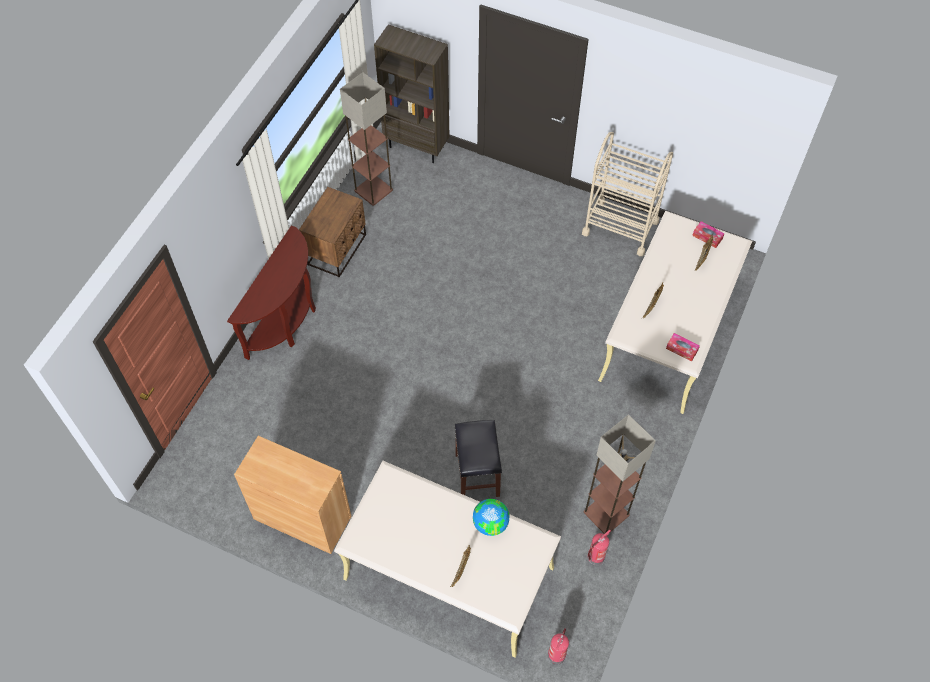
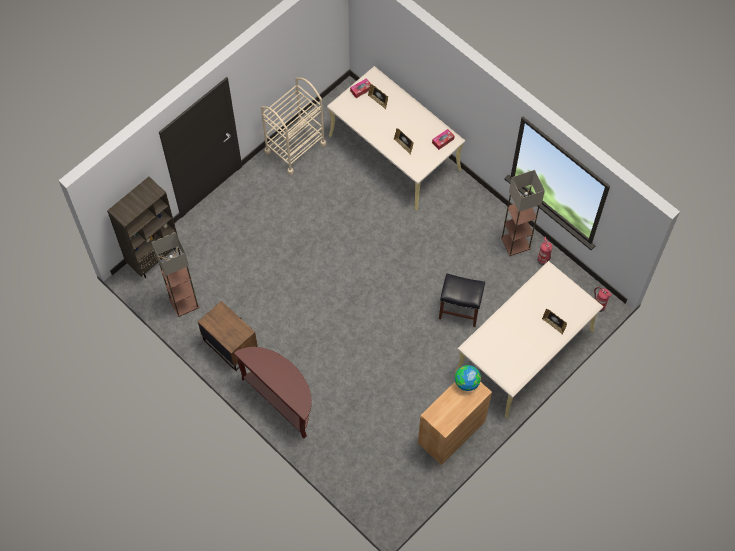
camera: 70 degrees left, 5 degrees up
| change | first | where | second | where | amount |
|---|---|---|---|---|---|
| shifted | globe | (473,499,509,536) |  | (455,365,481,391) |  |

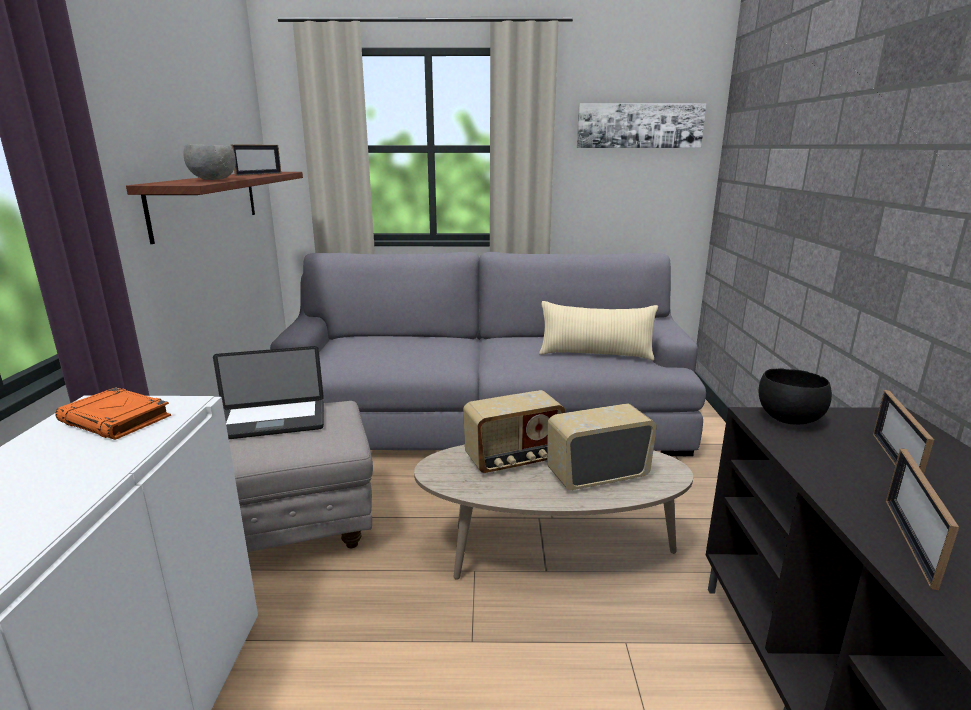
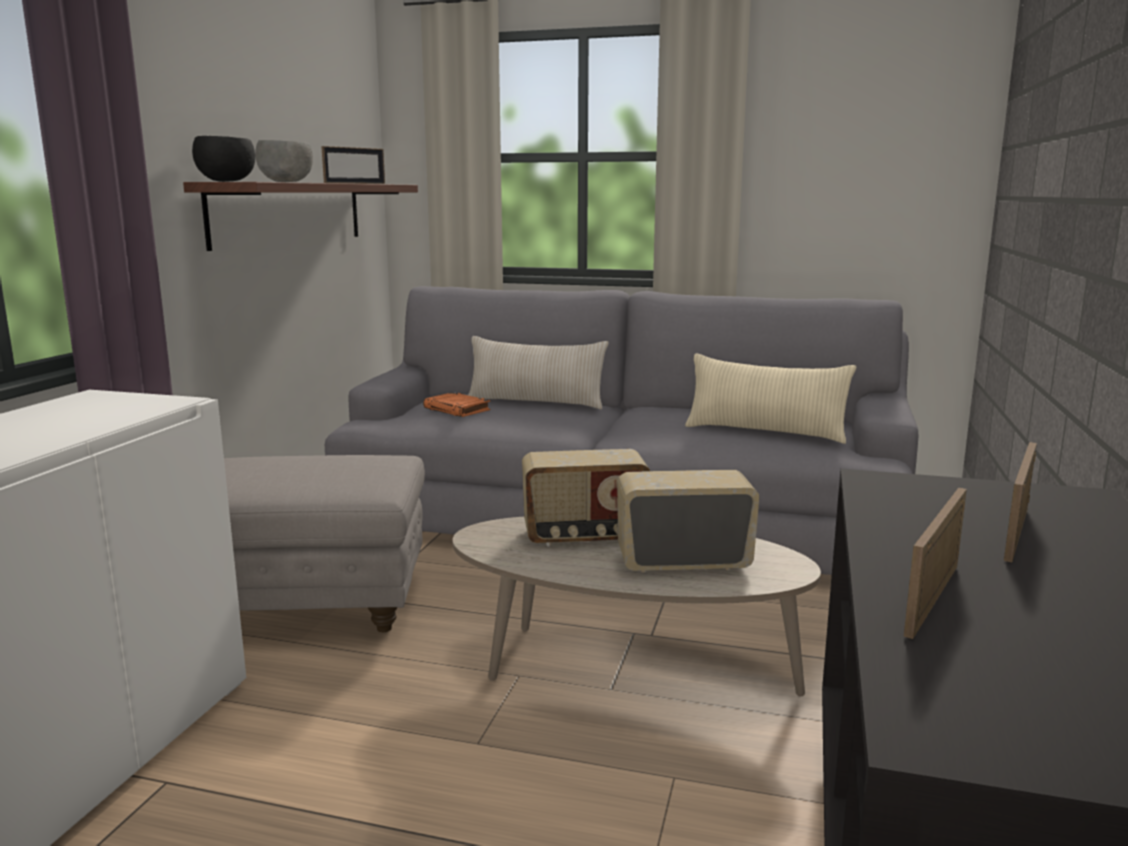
camera: 15 degrees right, 5 degrees down
| change | first | where | second | where | amount |
|---|---|---|---|---|---|
| shifted | bol (noir) | (759,368,832,424) |  | (192,136,255,182) |  |
| shifted | livre (orange) | (55,387,171,440) |  | (423,392,490,417) |  |
| new |  |  | coussin (beige) | (468,336,609,409) |  |
| gone | ordinateur portable | (213,346,324,439) |  |  |  |
| gone | tableau | (577,103,706,148) |  |  |  |

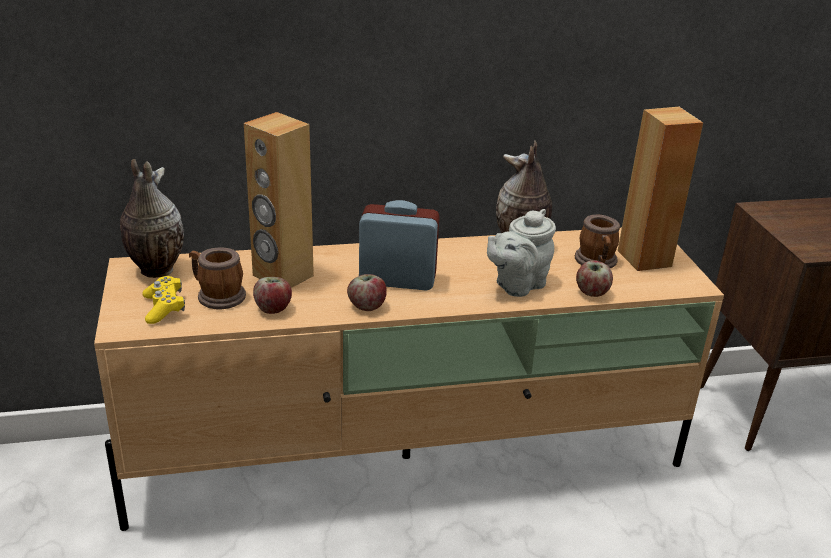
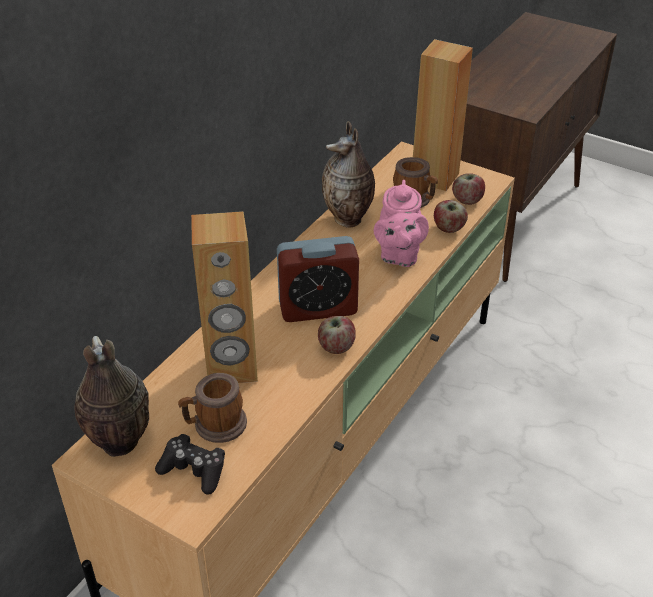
camera: 45 degrees left, 10 degrees up
| change | first | where | second | where | amount |
|---|---|---|---|---|---|
| repainted | manette (jaune) | (142,276,185,324) | manette (noir) | (155,434,225,495) |  |
| rotated | réveil | (359,200,440,291) |  | (277,236,359,322) | 150 degrees counterclockwise |
| repainted | théière (gris) | (487,209,556,297) | théière (rose) | (374,180,429,267) |  |
| shifted | pomme | (253,277,292,314) |  | (452,173,485,205) |  |

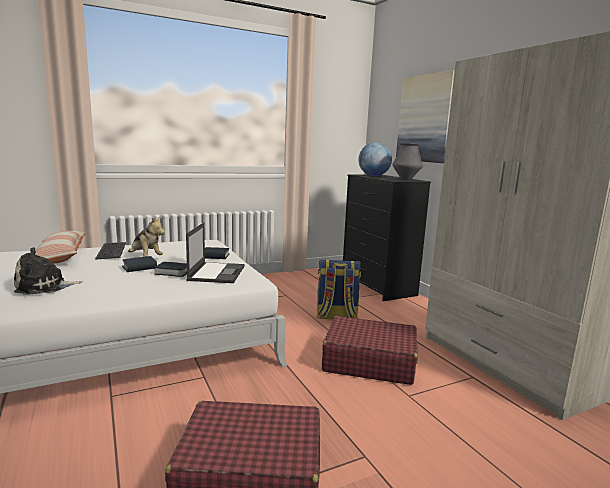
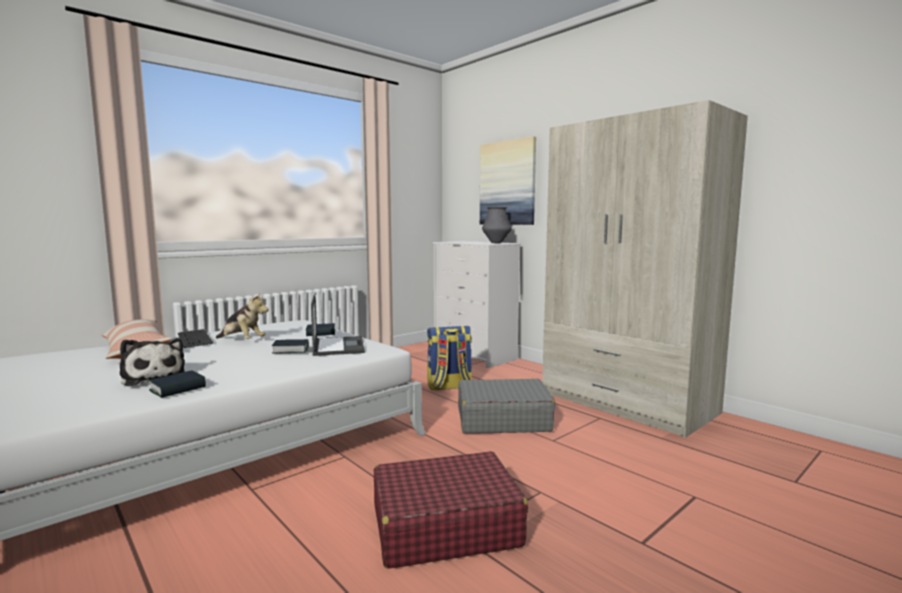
camera: 15 degrees left, 5 degrees down
| change | first | where | second | where | amount |
|---|---|---|---|---|---|
| rotated | peluche | (14,247,83,295) |  | (120,338,185,386) | 90 degrees counterclockwise |
| shifted | livre | (122,256,157,272) |  | (149,370,206,398) |  |
| repainted | commode (noir) | (343,174,431,301) | commode (blanc) | (433,241,521,368) |  |
| repainted | valise (rouge) | (322,316,418,385) | valise (gris) | (458,379,555,434) |  |
| gone | globe | (358,142,392,176) |  |  |  |

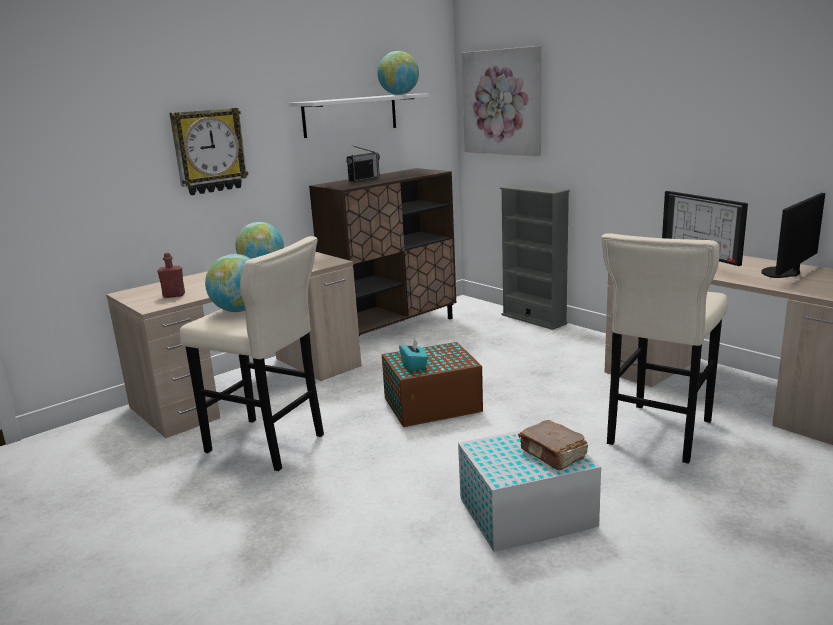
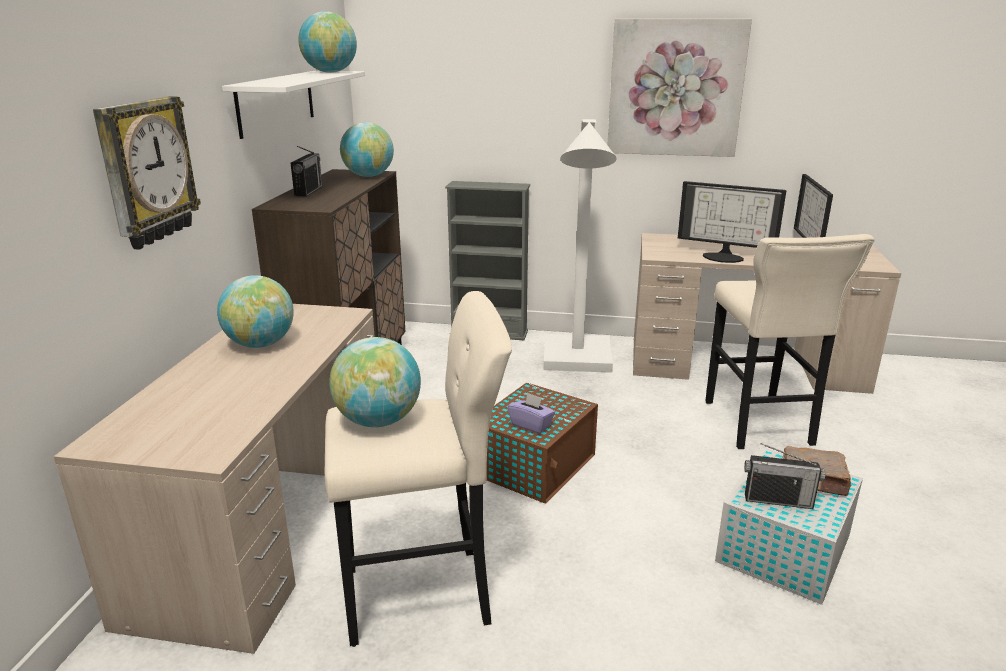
camera: 40 degrees left, 5 degrees up
| change | first | where | second | where | amount |
|---|---|---|---|---|---|
| new |  |  | globe | (340,122,394,177) |  |
| repainted | boîte à mouchoirs (turquoise) | (399,339,428,371) | boîte à mouchoirs (violet) | (508,393,555,434) |  |
| new |  |  | lampadaire (blanc) | (543,119,617,373) |  |
| shifted | tableau | (462,46,541,156) |  | (607,19,752,157) |  |
| new |  |  | radio | (744,443,825,509) |  |
| gone | bouteille (rouge) | (157,253,185,298) |  |  |  |

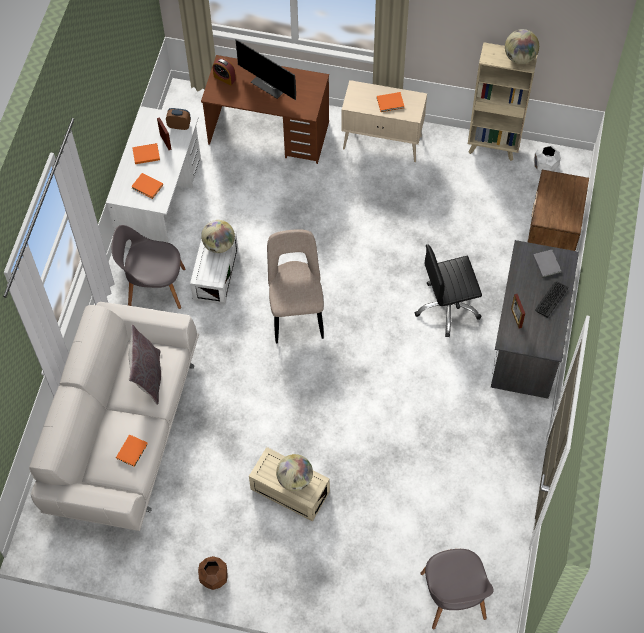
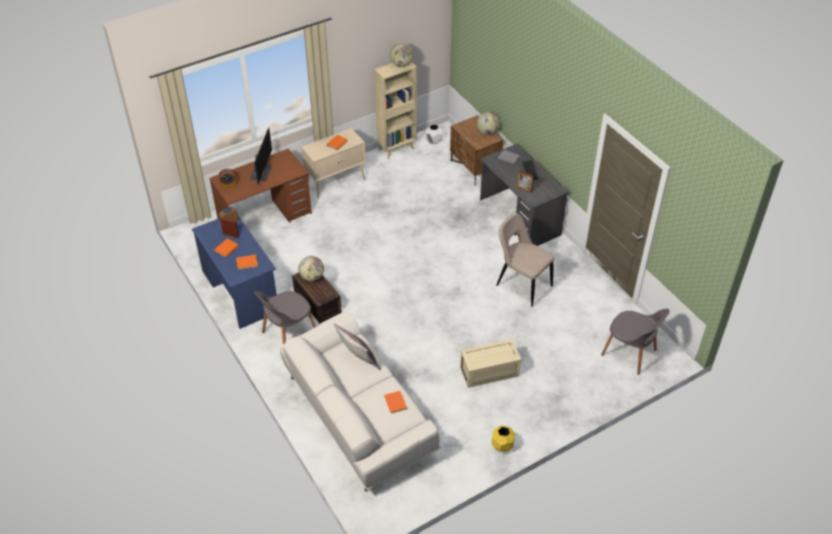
camera: 45 degrees left, 15 degrees down
| change | first | where | second | where | amount |
|---|---|---|---|---|---|
| repainted | bureau (blanc) | (106,106,201,248) | bureau (bleu) | (192,216,277,329) |  |
| rotated | écran d'ordinateur | (236,39,296,100) |  | (250,127,272,185) | 75 degrees counterclockwise |
| repainted | boîte de rangement (blanc) | (190,232,238,304) | boîte de rangement (marron) | (292,272,342,323) |  |
| shifted | globe | (276,454,313,491) |  | (477,112,500,135) |  |
| repainted | cache-pot (marron) | (198,556,228,590) | cache-pot (jaune) | (492,426,515,452) |  |
| shifted | chaise (beige) | (267,229,324,344) |  | (496,213,554,307) |  |
| gone | chaise de bureau (noir) | (415,244,482,337) |  |  |  |

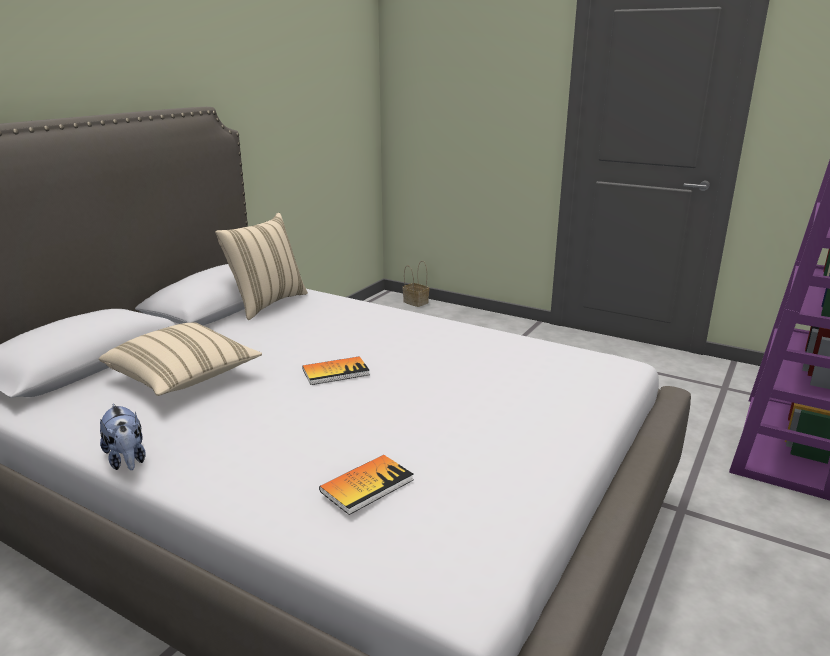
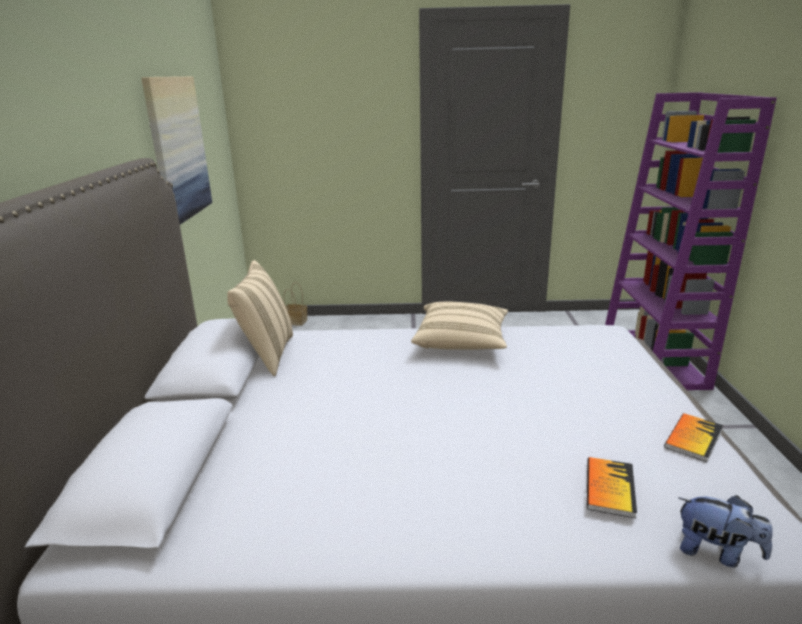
camera: 30 degrees left, 0 degrees up
| change | first | where | second | where | amount |
|---|---|---|---|---|---|
| new |  |  | tableau | (141,76,212,225) |  |
| shifted | coussin (beige) | (99,323,262,396) |  | (411,302,508,350) |  |
| shifted | livre | (302,356,370,385) |  | (664,413,723,462) |  |
| shifted | peluche | (100,403,146,470) |  | (679,495,773,567) |  |

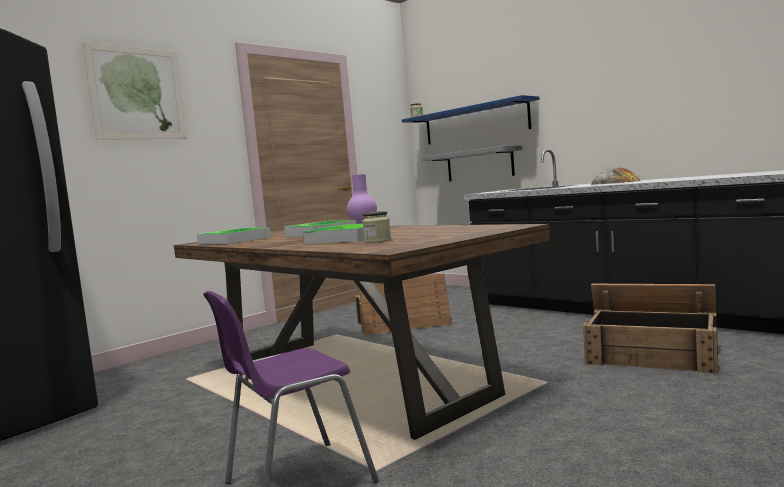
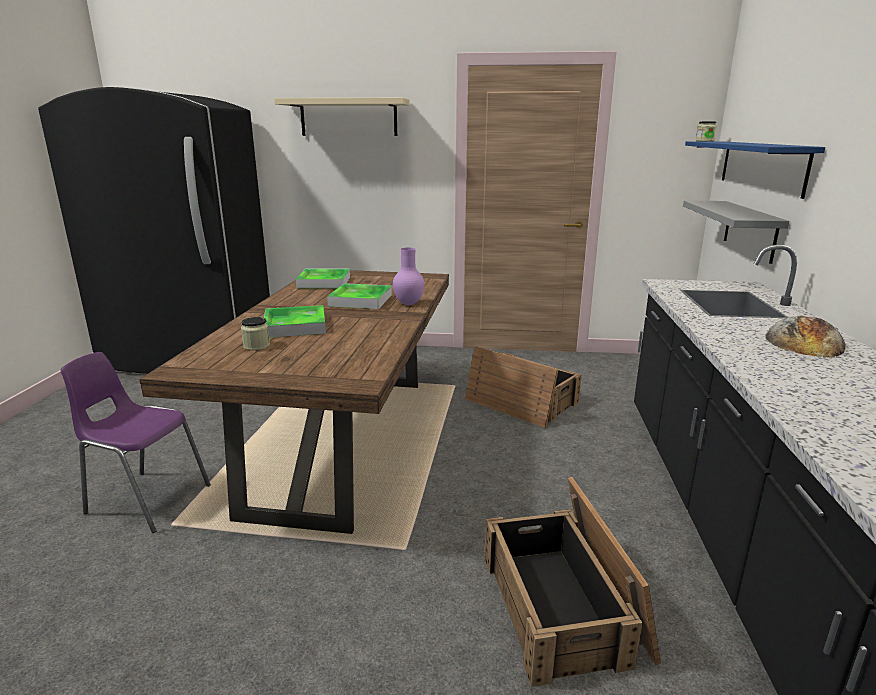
camera: 50 degrees right, 15 degrees up
| change | first | where | second | where | amount |
|---|---|---|---|---|---|
| swapped | tableau | (82,42,187,140) | étagère (beige) | (274,98,409,136) |  |

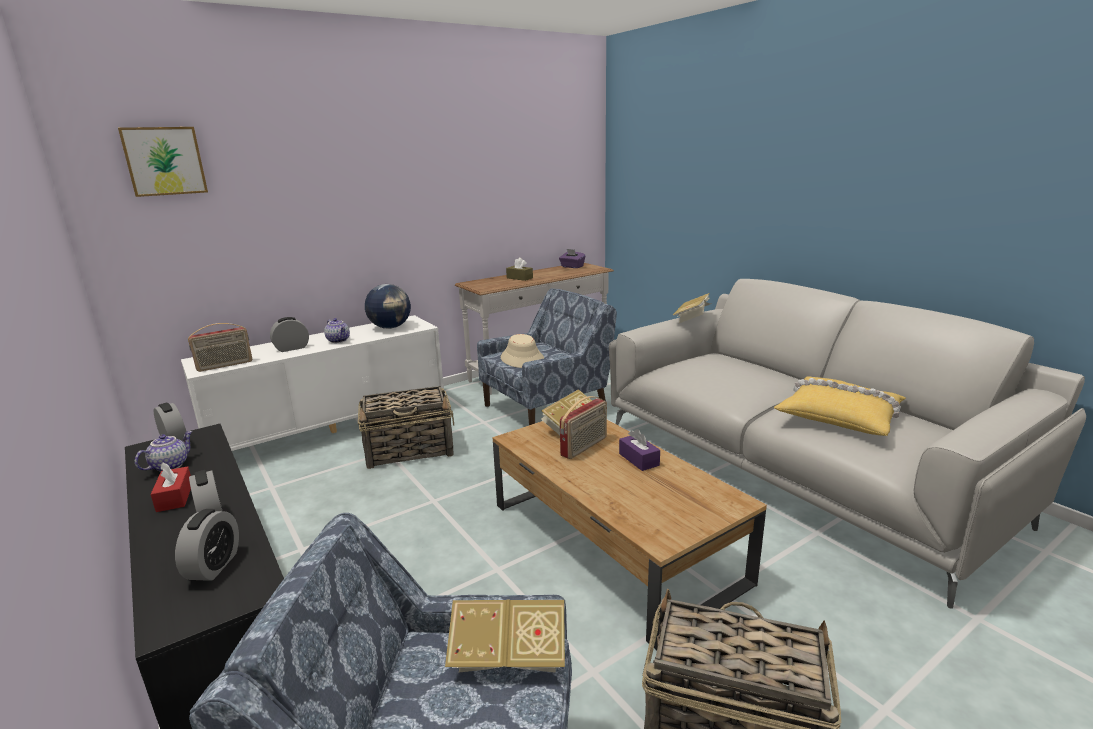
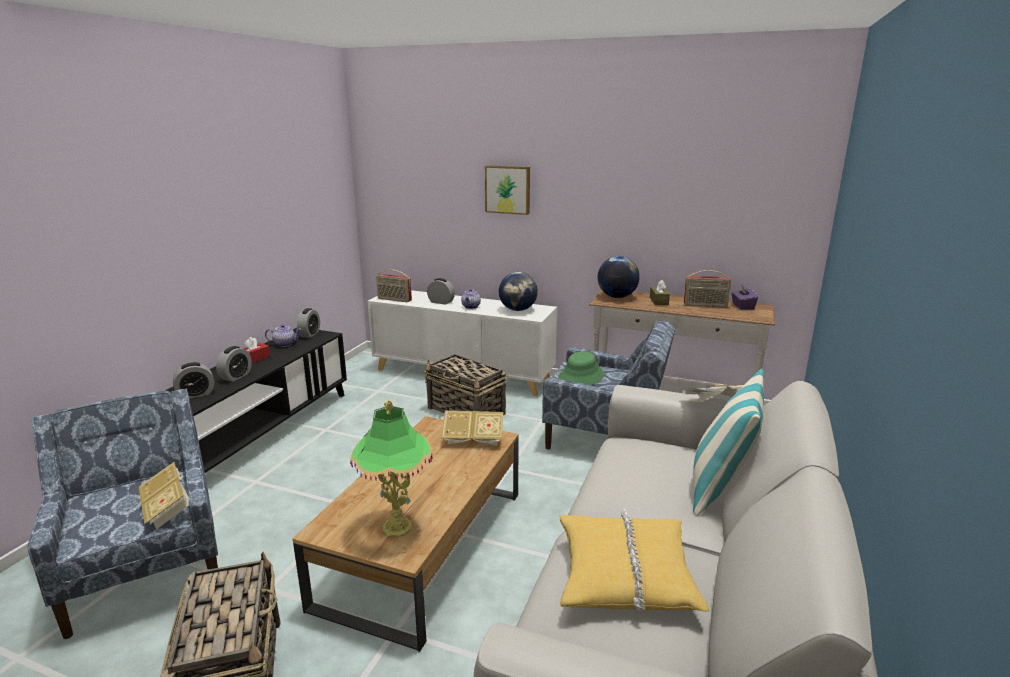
camera: 55 degrees right, 0 degrees up
| change | first | where | second | where | amount |
|---|---|---|---|---|---|
| new |  |  | lampe de table | (350,400,433,537) |  |
| shifted | tableau | (118,127,208,197) |  | (485,166,530,215) |  |
| repainted | chapeau (beige) | (501,334,544,368) | chapeau (vert) | (558,351,604,385) |  |
| new |  |  | globe | (598,256,640,298) |  |
| shifted | radio | (560,396,607,459) |  | (684,270,731,307) |  |
| new |  |  | coussin | (693,369,764,516) |  |
| gone | boîte à mouchoirs (violet) | (619,429,660,471) |  |  |  |

